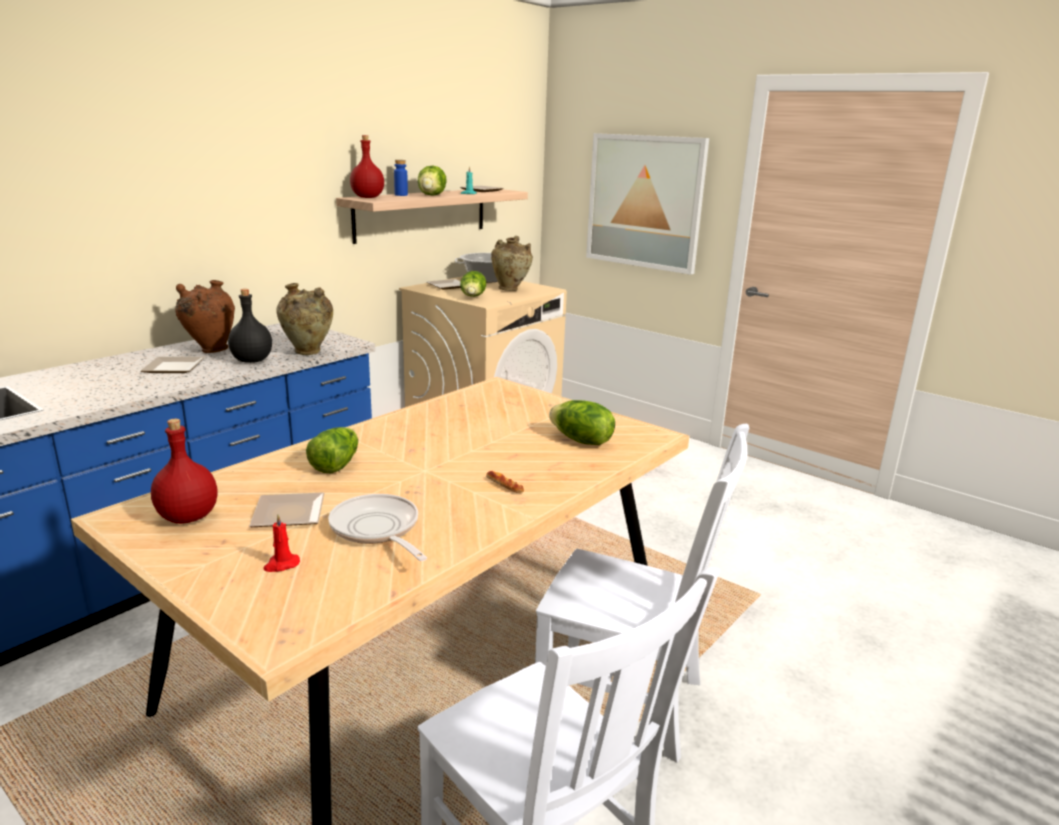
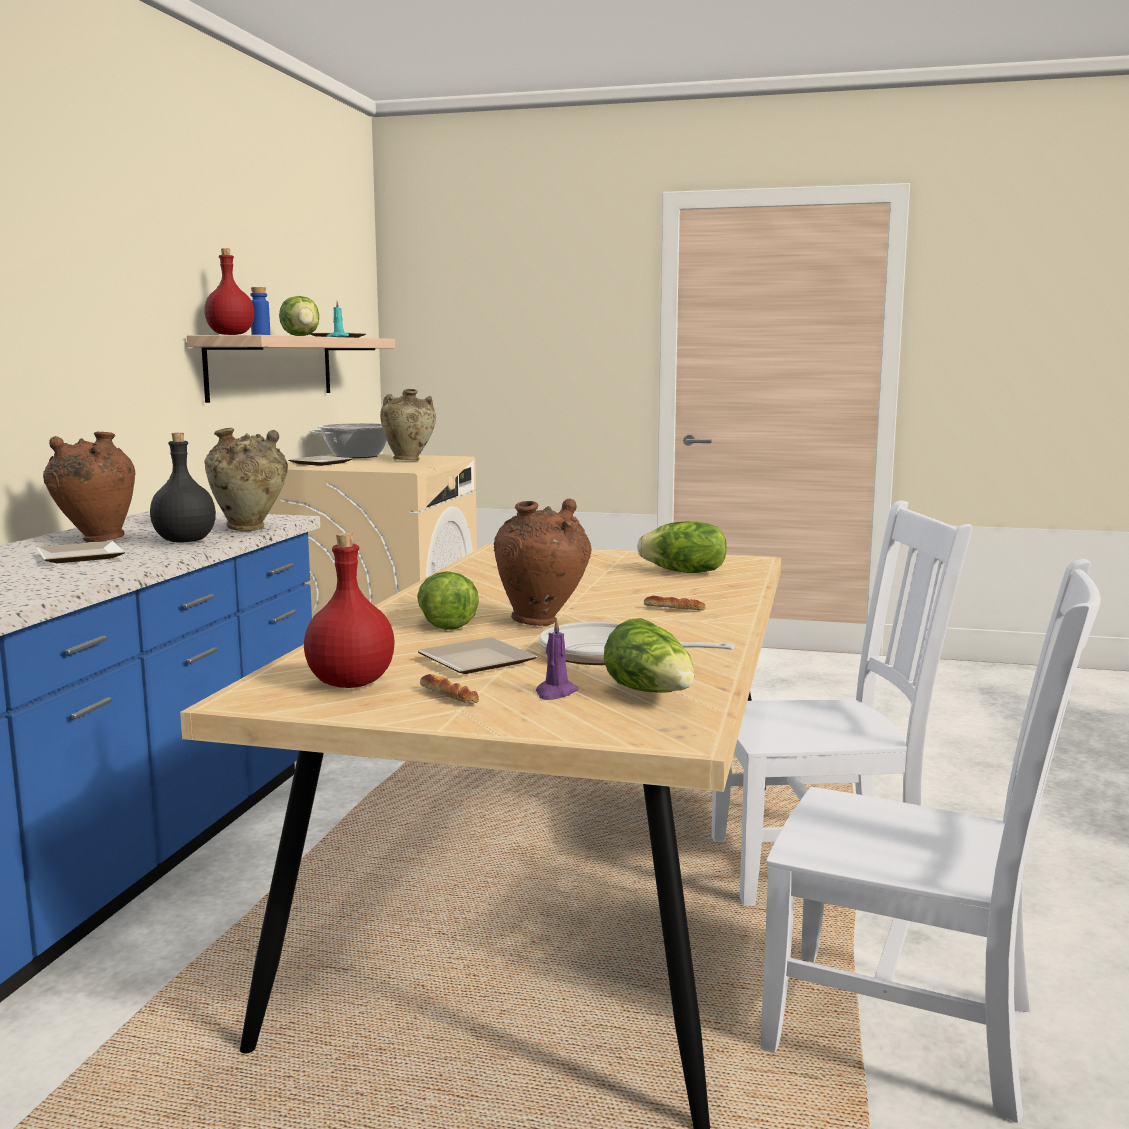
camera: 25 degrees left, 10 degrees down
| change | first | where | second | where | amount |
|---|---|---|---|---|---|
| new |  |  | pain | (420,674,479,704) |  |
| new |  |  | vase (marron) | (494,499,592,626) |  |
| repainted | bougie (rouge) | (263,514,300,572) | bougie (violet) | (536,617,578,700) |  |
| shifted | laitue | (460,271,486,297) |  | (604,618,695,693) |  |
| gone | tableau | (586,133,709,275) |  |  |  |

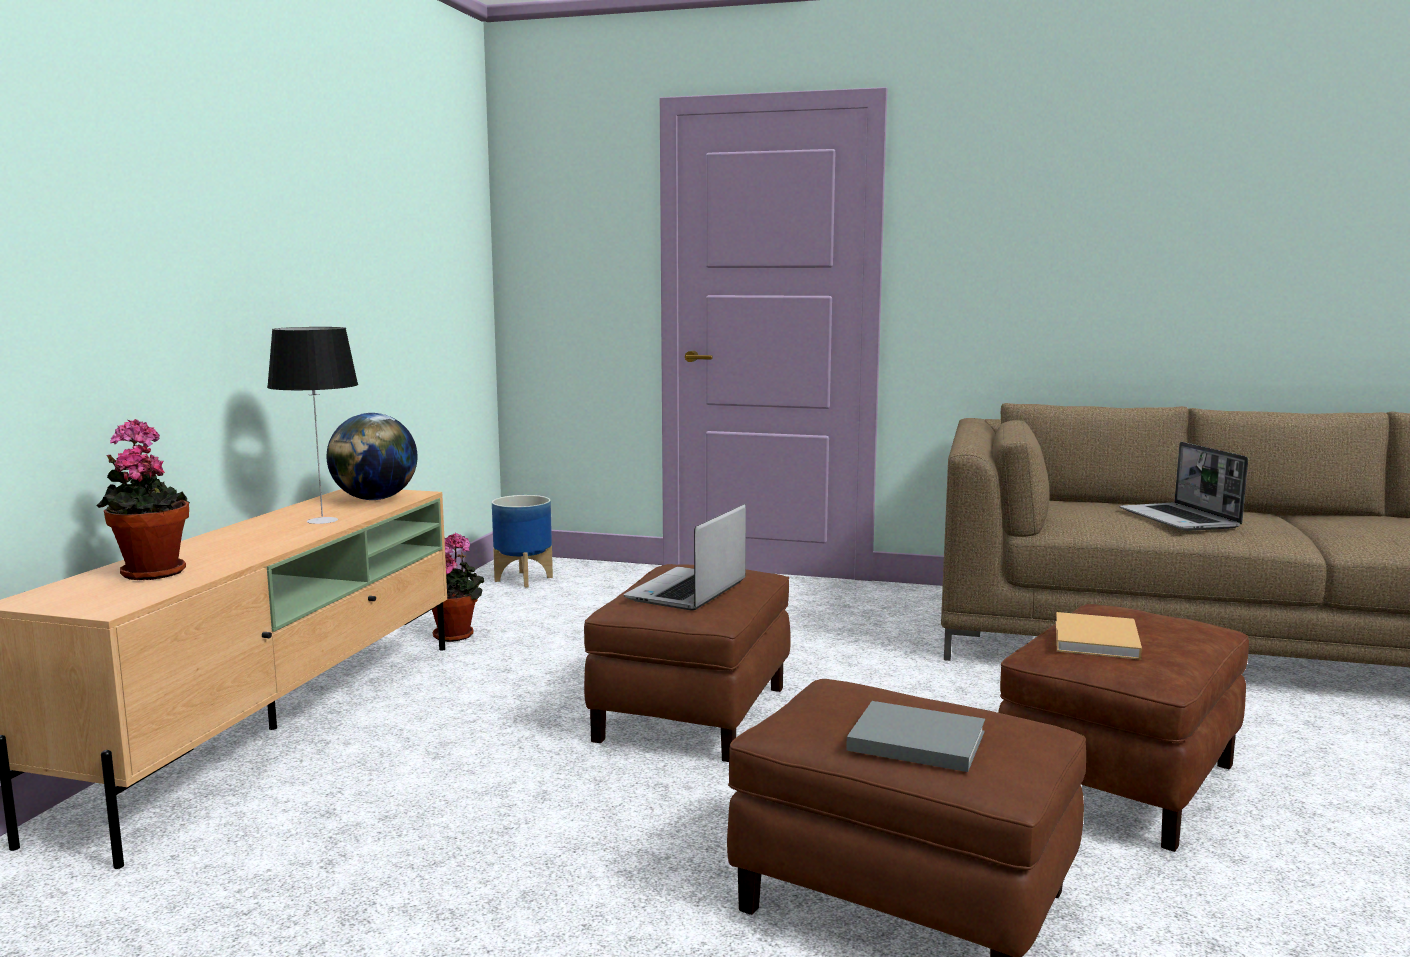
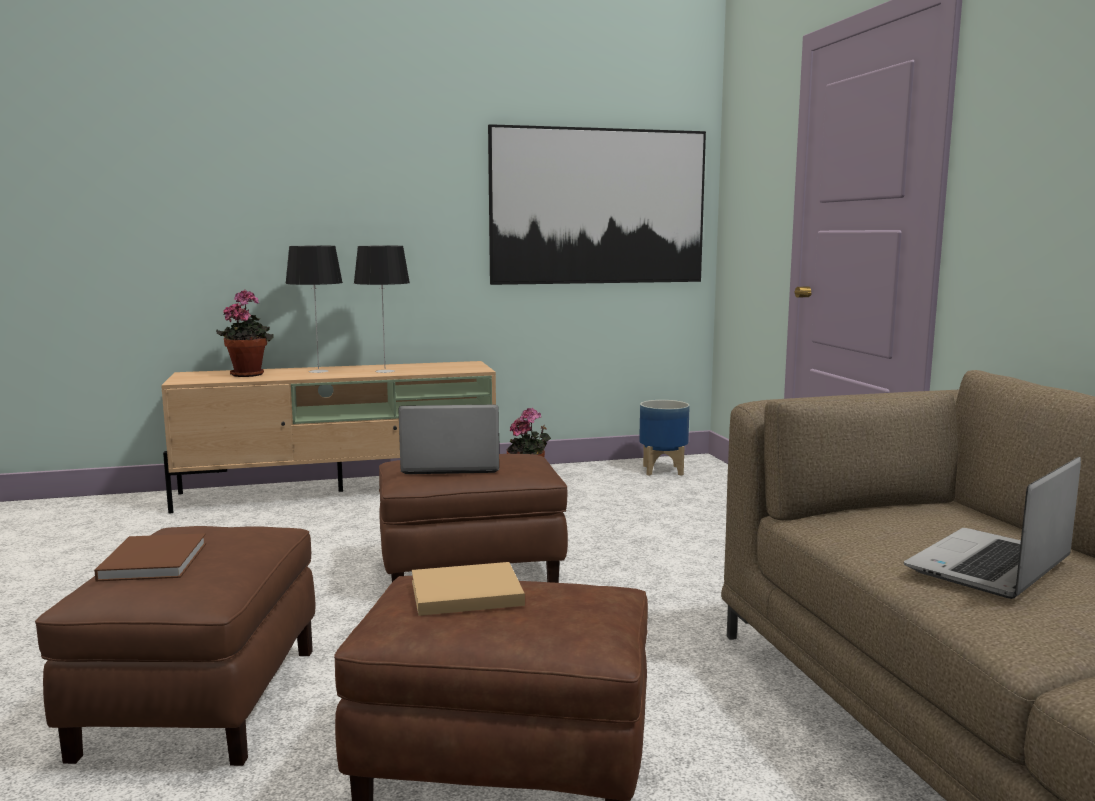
camera: 60 degrees right, 0 degrees up
| change | first | where | second | where | amount |
|---|---|---|---|---|---|
| repainted | livre (gris) | (846,701,985,772) | livre (marron) | (94,533,206,581) |  |
| new |  |  | lampe de table | (285,246,343,373) |  |
| new |  |  | tableau | (488,124,706,285) |  |
| gone | globe | (327,413,417,500) |  |  |  |

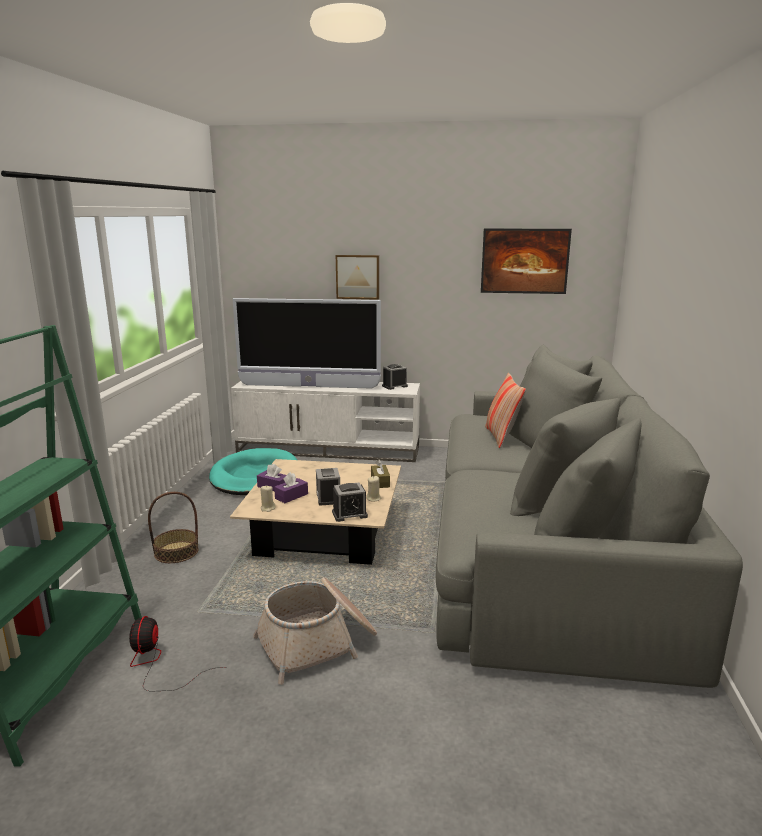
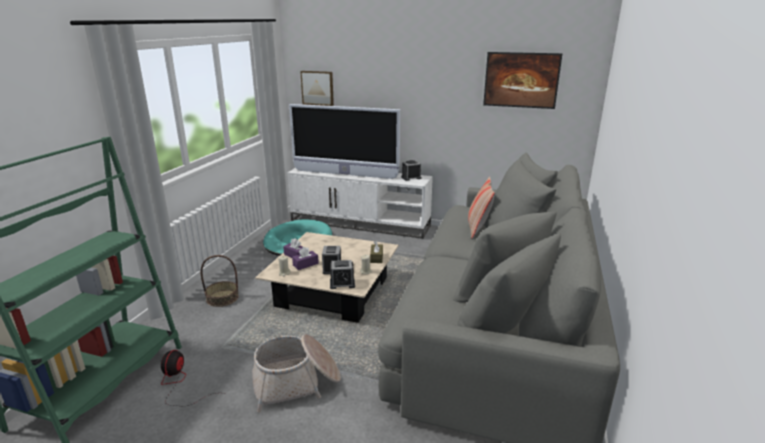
camera: 10 degrees right, 5 degrees up
| change | first | where | second | where | amount |
|---|---|---|---|---|---|
| shifted | tableau | (336,255,379,300) |  | (300,71,334,106) |  |

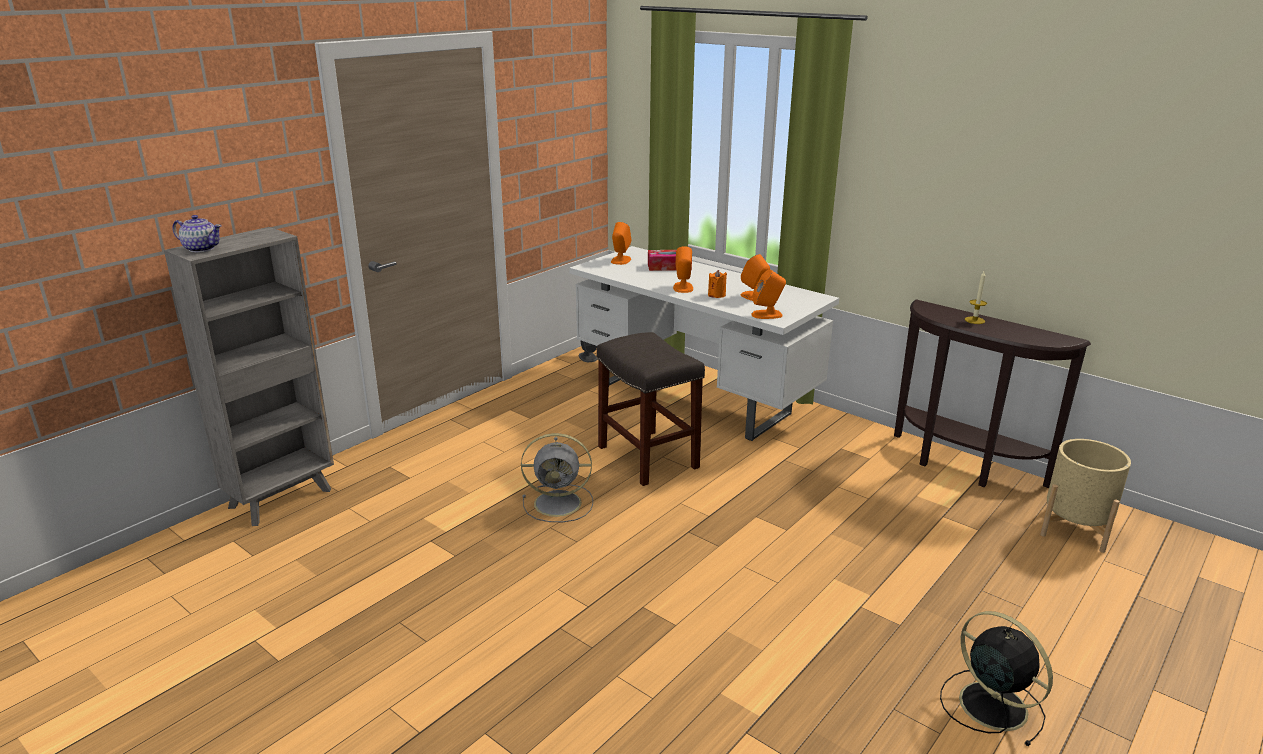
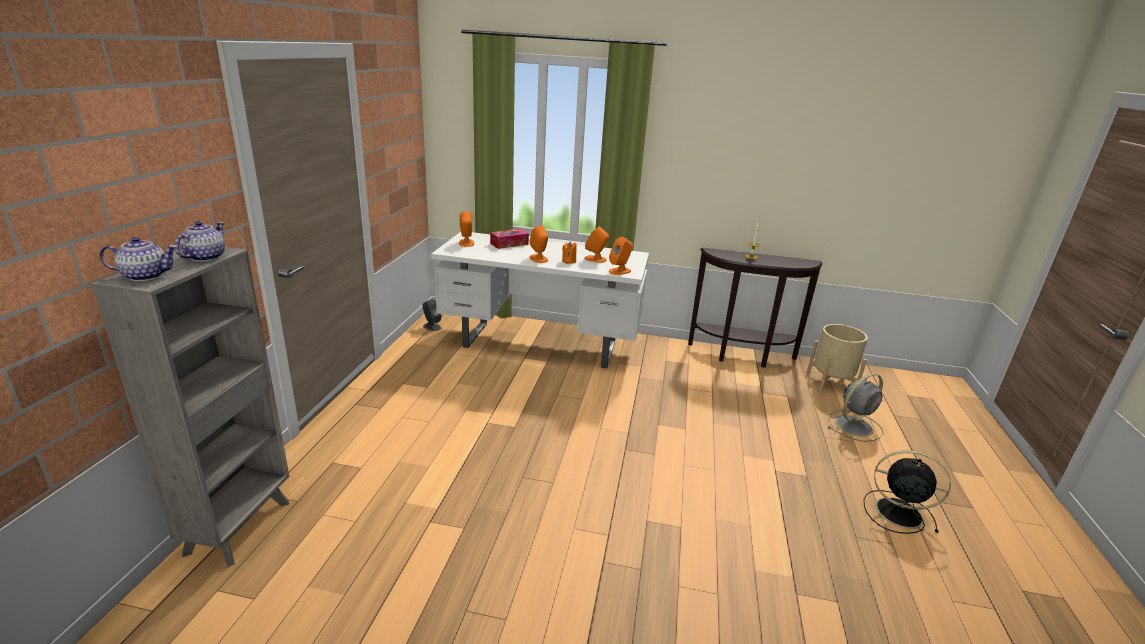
camera: 30 degrees left, 0 degrees up
| change | first | where | second | where | amount |
|---|---|---|---|---|---|
| new |  |  | théière | (175,221,225,261) |  |
| shifted | ventilateur (gris) | (521,433,593,522) |  | (827,373,883,442) |  |
| gone | tabouret (gris) | (597,332,705,486) |  |  |  |

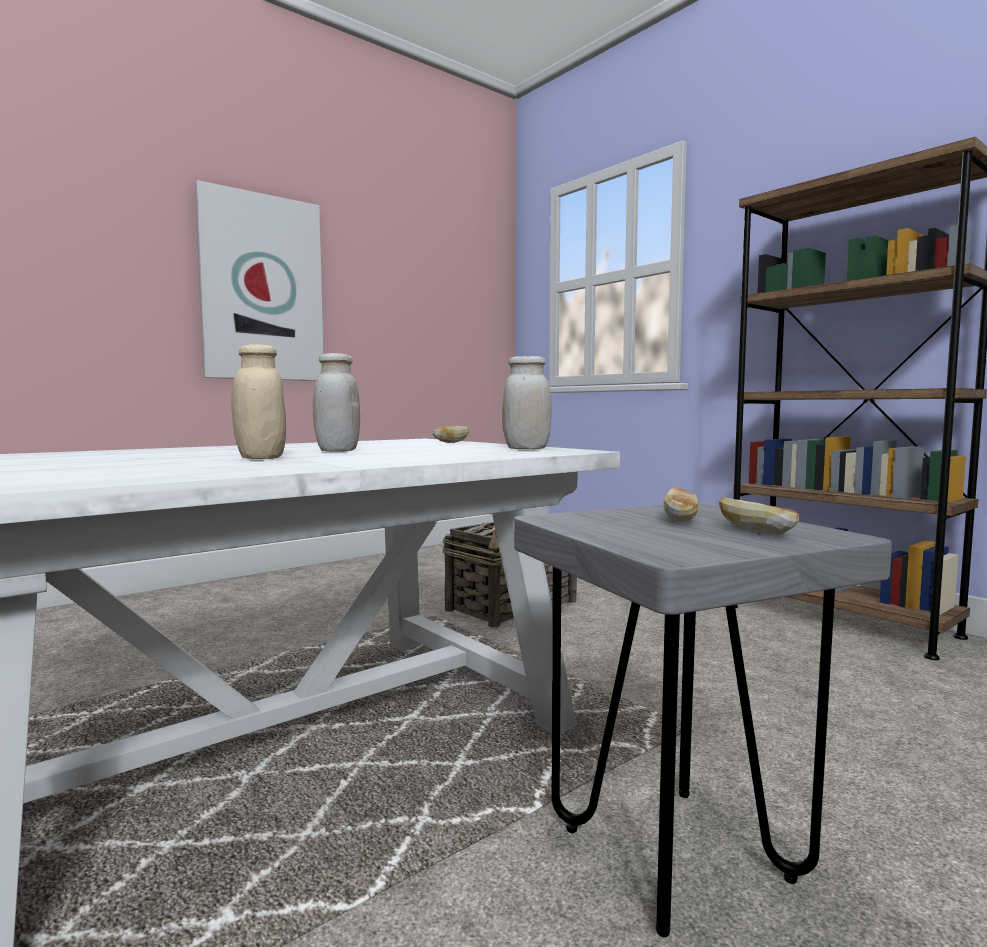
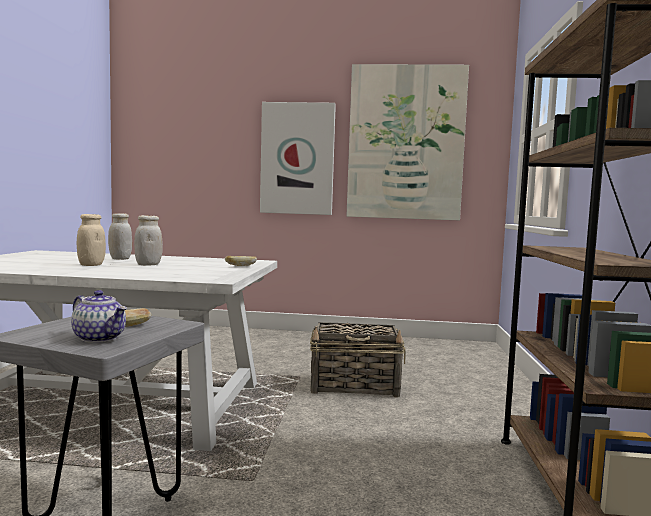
camera: 45 degrees right, 0 degrees up
| change | first | where | second | where | amount |
|---|---|---|---|---|---|
| swapped | pain | (719,496,799,534) | théière | (71,290,127,343) |  |
| shifted | bocal (blanc) | (502,356,552,449) |  | (108,213,132,260) |  |
| new |  |  | tableau | (346,64,469,220) |  |

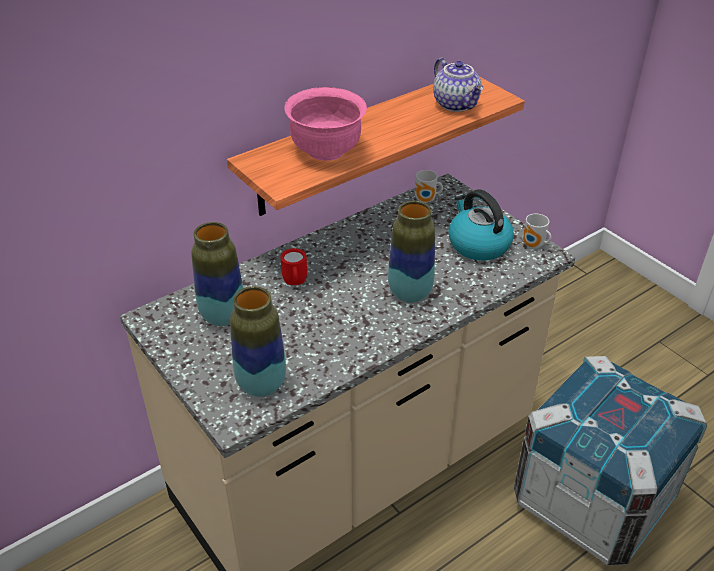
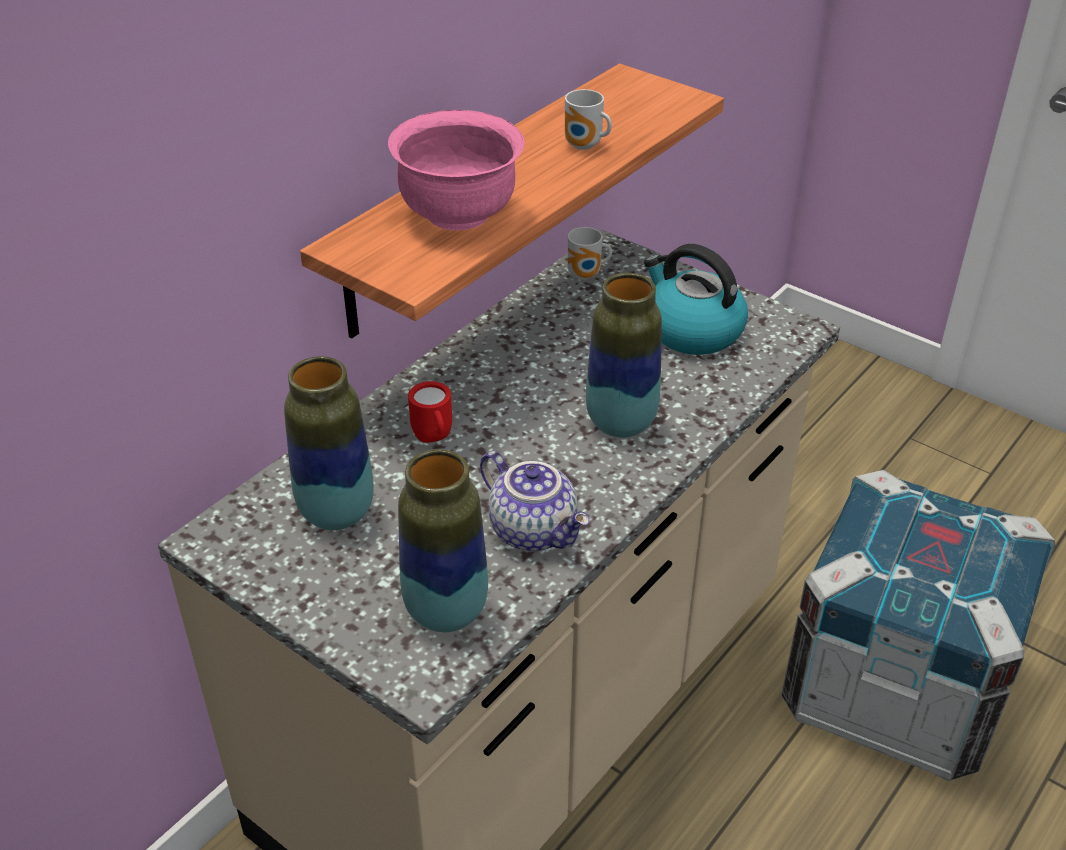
camera: 15 degrees left, 0 degrees up
| change | first | where | second | where | amount |
|---|---|---|---|---|---|
| shifted | théière | (433,58,484,112) |  | (480,451,589,551) |  |
| shifted | mug | (523,214,551,249) |  | (565,89,612,150) |  |

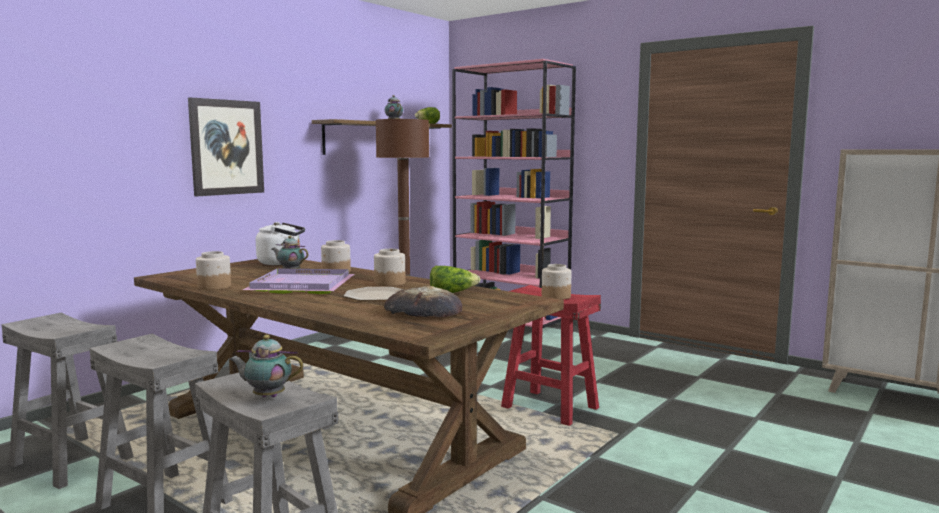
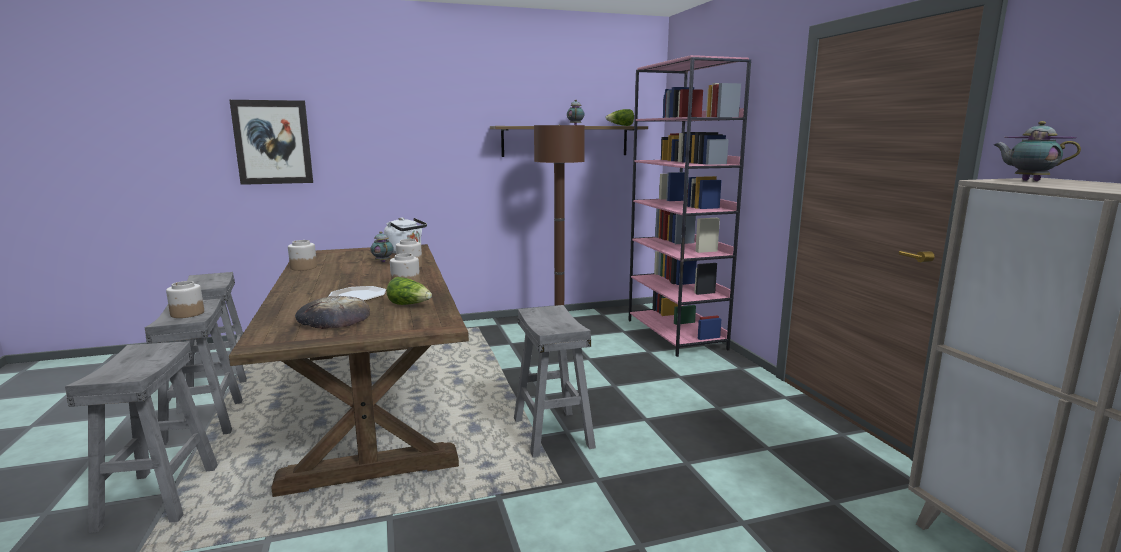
camera: 35 degrees right, 5 degrees up
| change | first | where | second | where | amount |
|---|---|---|---|---|---|
| shifted | bocal | (542,264,571,300) |  | (166,281,204,318) |  |
| shifted | tableau | (188,97,264,196) |  | (229,100,313,185) |  |
| repainted | tabouret (rouge) | (501,285,601,426) | tabouret (gris) | (514,305,596,457) |  |
| shifted | théière | (229,335,303,397) |  | (994,121,1081,181) |  |
| gone | plateau (violet) | (243,268,355,294) |  |  |  |

